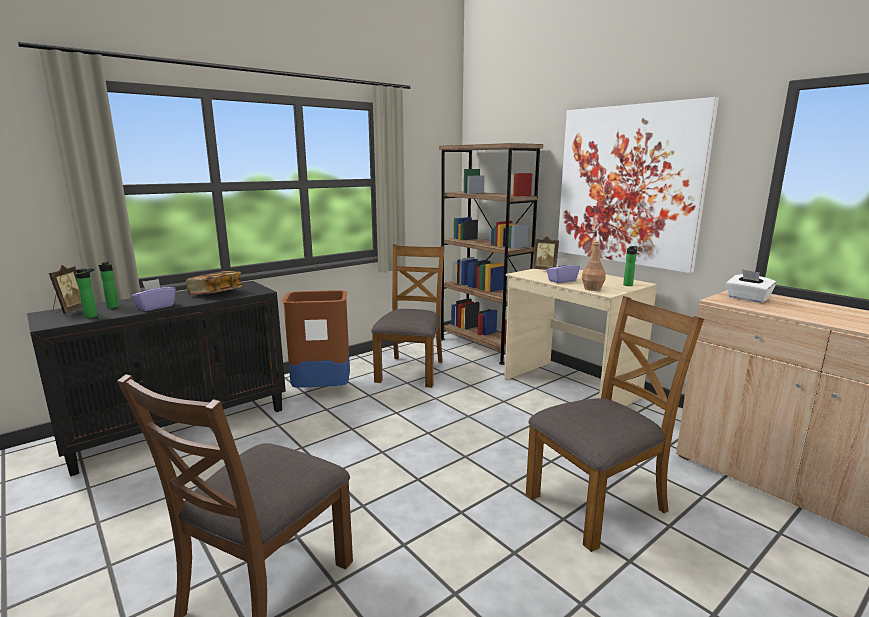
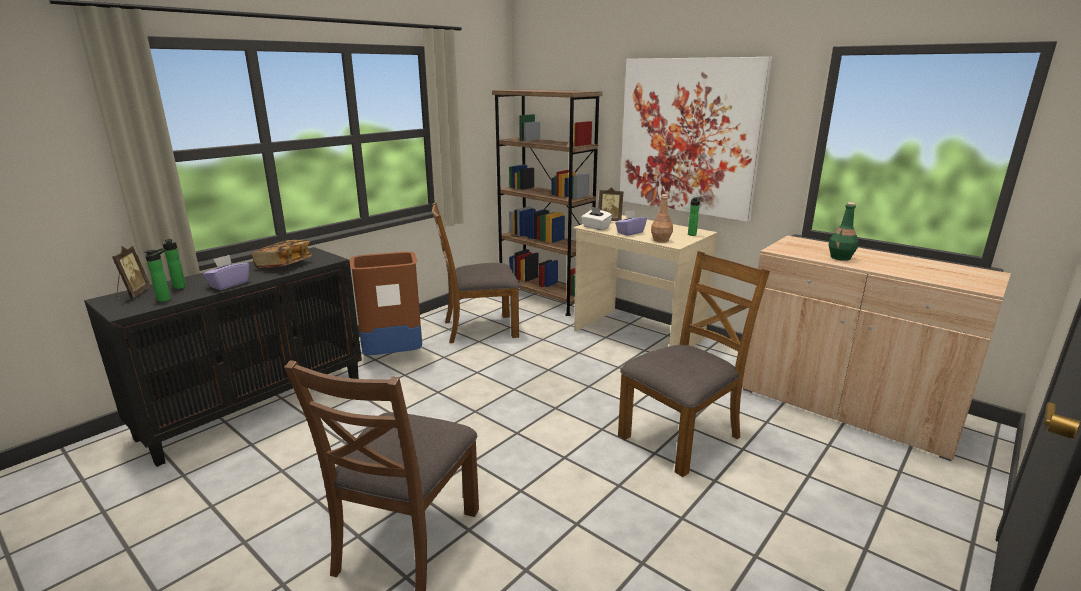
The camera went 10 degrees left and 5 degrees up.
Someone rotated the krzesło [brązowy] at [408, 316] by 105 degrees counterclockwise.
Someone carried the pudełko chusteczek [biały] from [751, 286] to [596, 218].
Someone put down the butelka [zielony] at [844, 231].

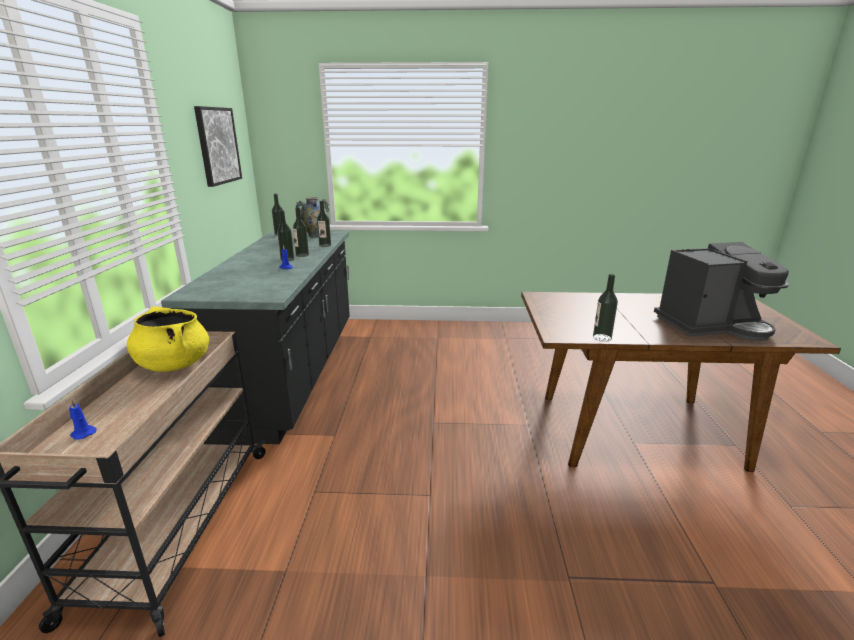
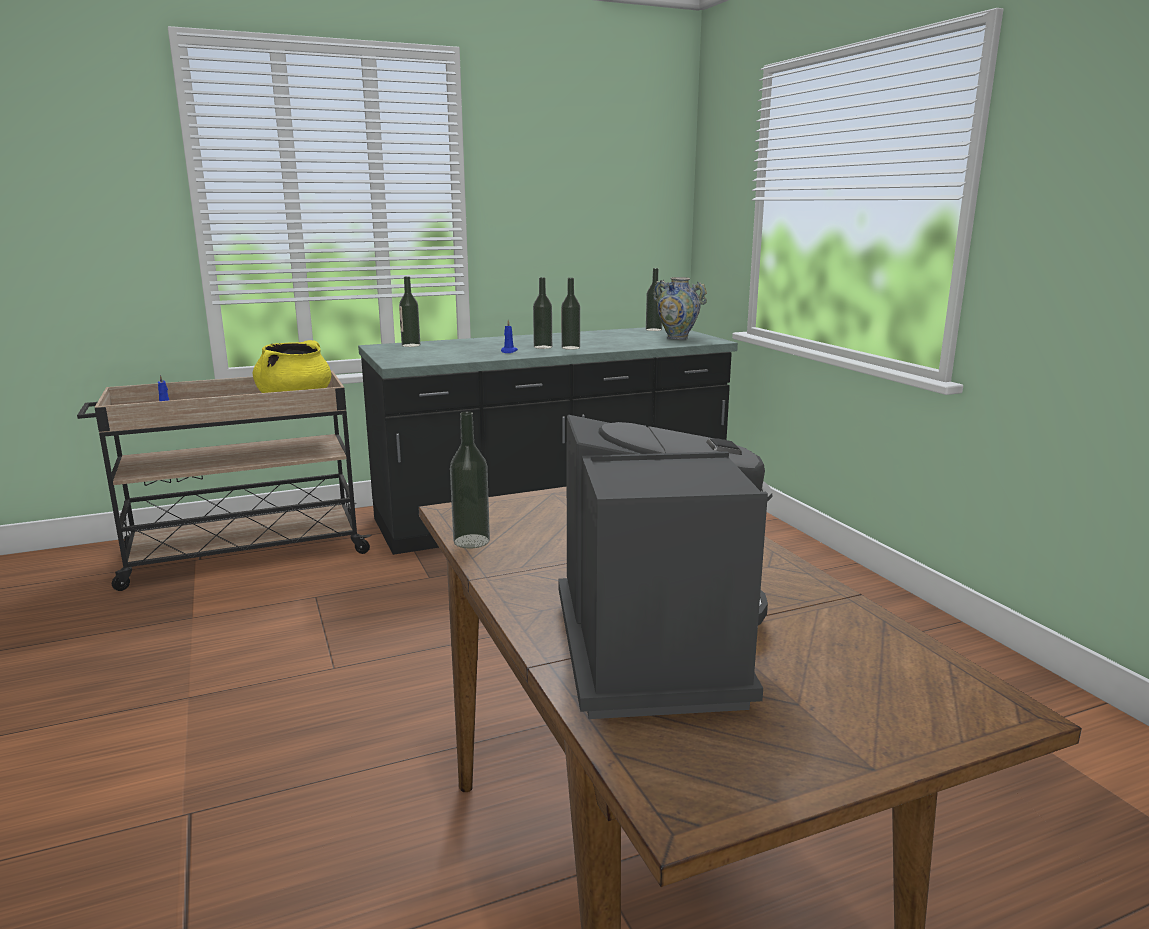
The camera went 65 degrees right and 5 degrees down.
Someone took away the obraz at [218, 146].
Someone carried the butelka from [324, 224] to [409, 311].
Someone rotated the ekspres do kawy at [721, 291] by 150 degrees counterclockwise.

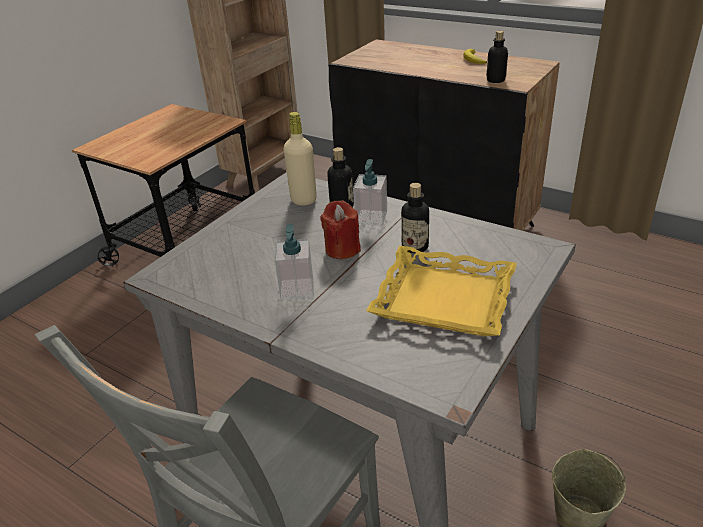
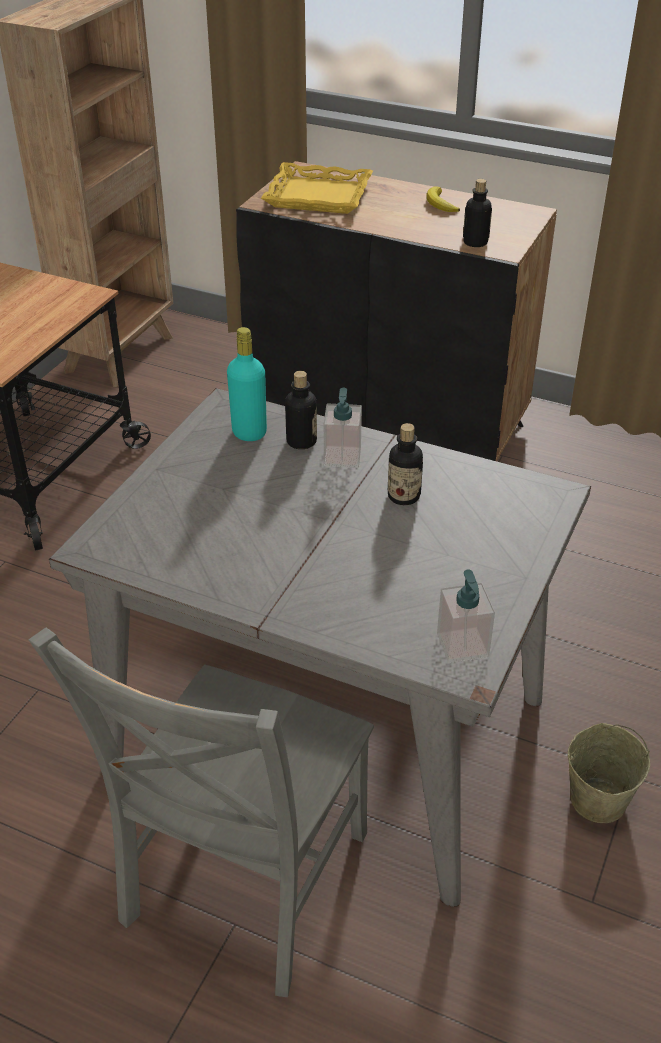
The camera went 10 degrees left and 5 degrees up.
Someone carried the dozownik mydła from [294, 262] to [466, 616].
Someone repainted the butelka [beżowy] at [300, 158], which became the butelka [turkusowy] at [247, 384].
Someone took away the świeca [czerwony] at [340, 229].
Someone carried the taca [żółty] from [441, 291] to [317, 188].

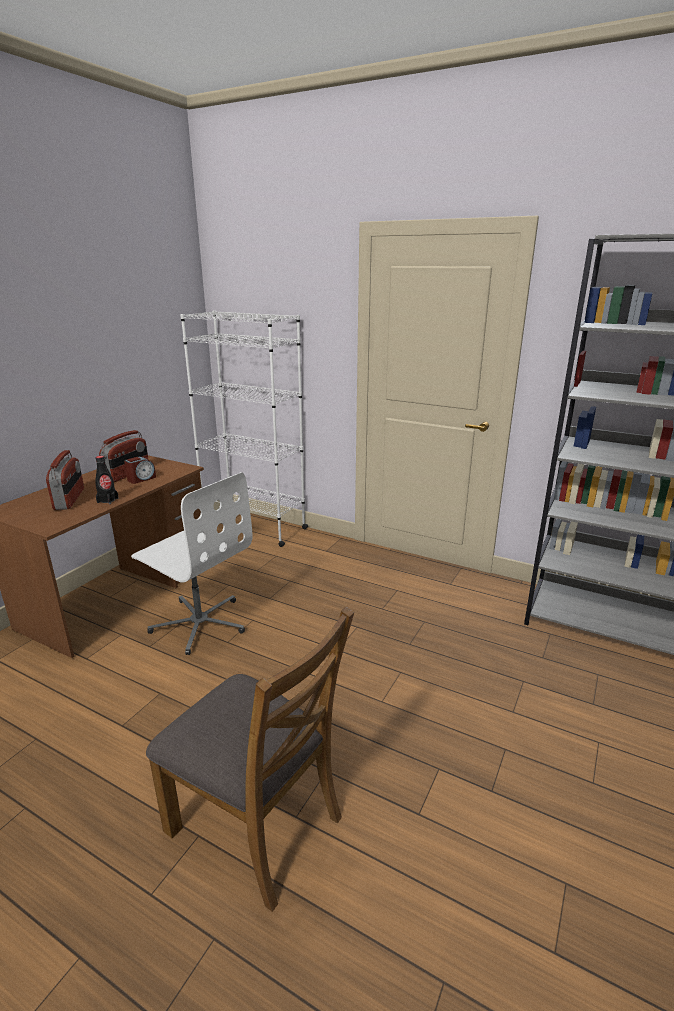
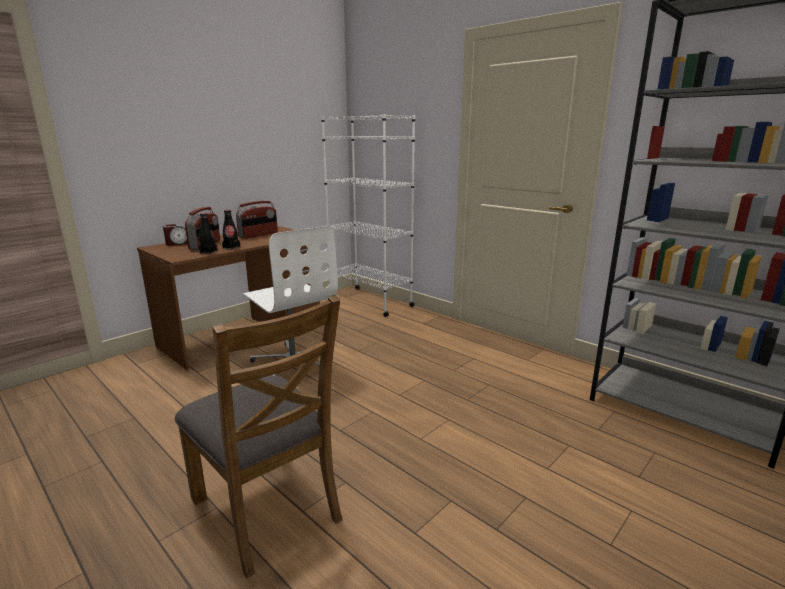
The camera went 15 degrees right and 5 degrees down.
Someone carried the budzik from [140, 470] to [175, 235].
Someone put down the butelka [czarny] at [208, 233].

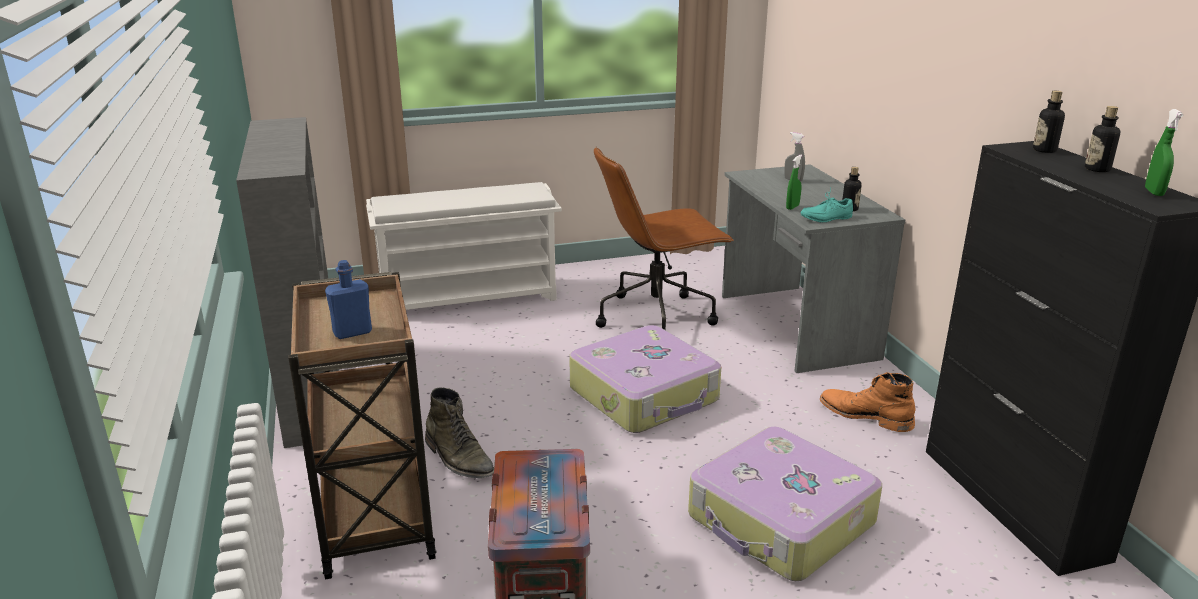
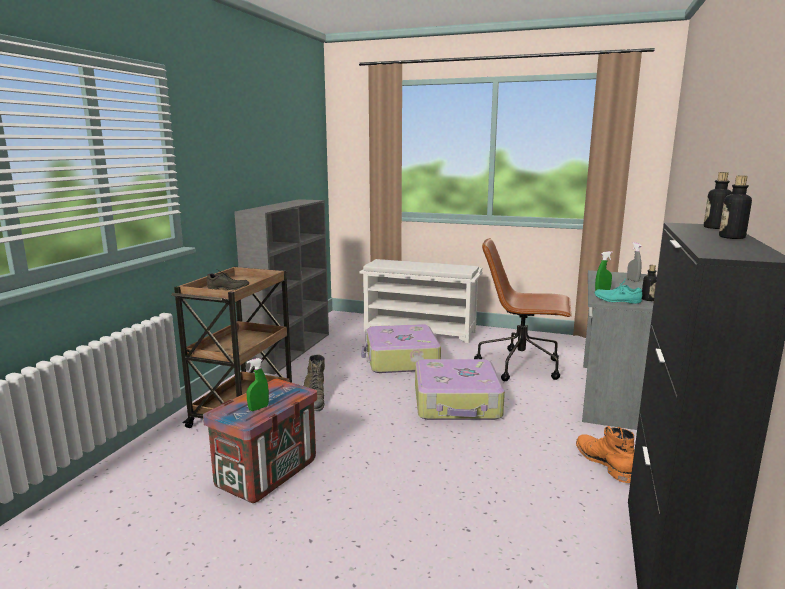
The camera went 35 degrees right and 10 degrees down.
Someone swapped the butelka [niebieski] at [348, 299] for the but [szary] at [228, 280].
Someone carried the walizka from [785, 504] to [401, 348].
Someone carried the spryskiwacz [zielony] from [1164, 152] to [258, 384].

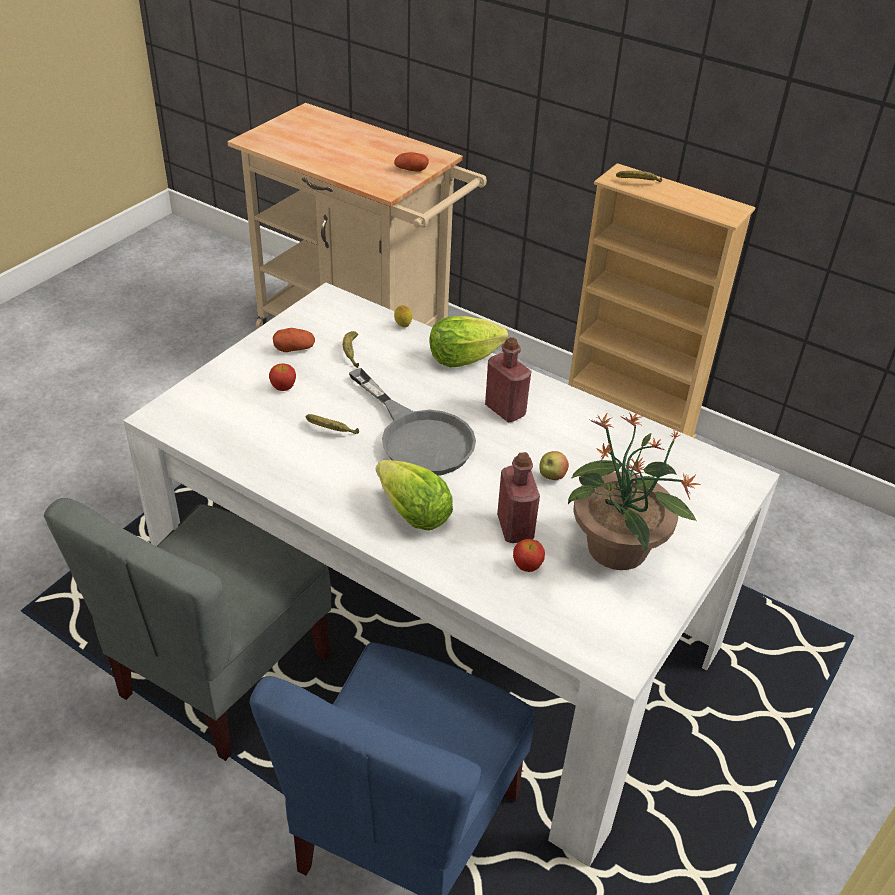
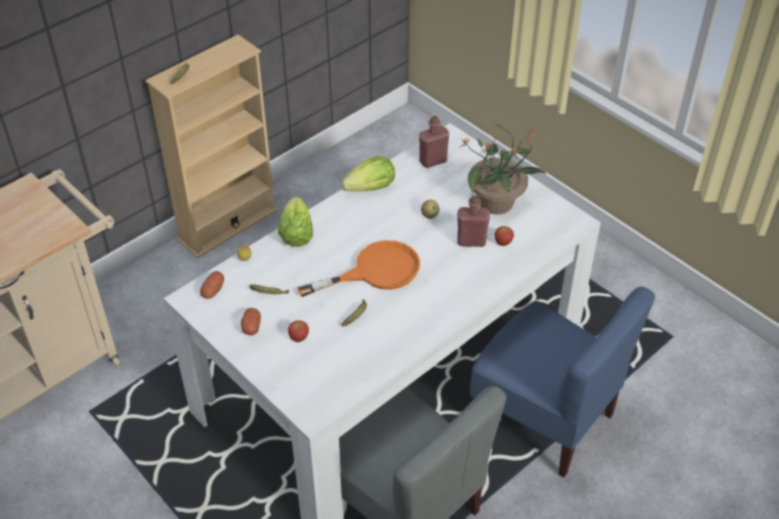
The camera went 75 degrees left and 5 degrees up.
Someone repainted the patelnia [szary] at [412, 422], which became the patelnia [pomarańczowy] at [358, 268].
Someone carried the sałata from [414, 495] to [368, 174].
Someone carried the ziemniak from [411, 162] to [212, 285].
Someone carried the butelka [czerwony] from [508, 379] to [434, 142].

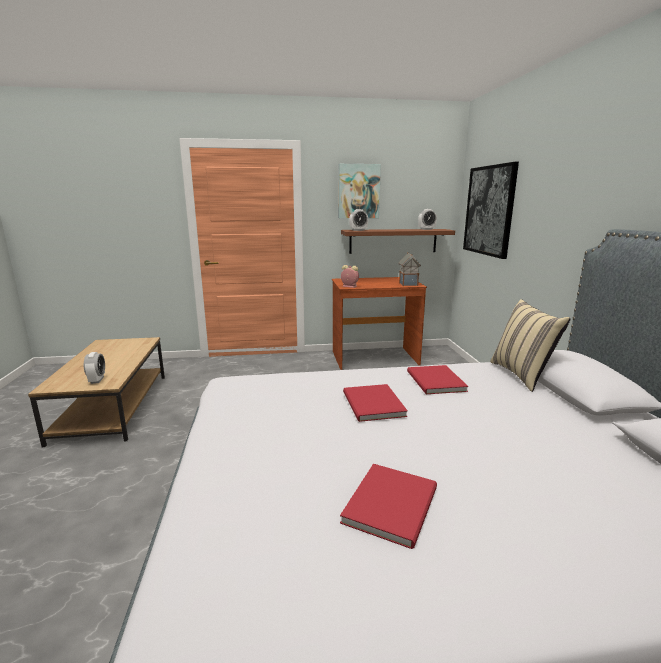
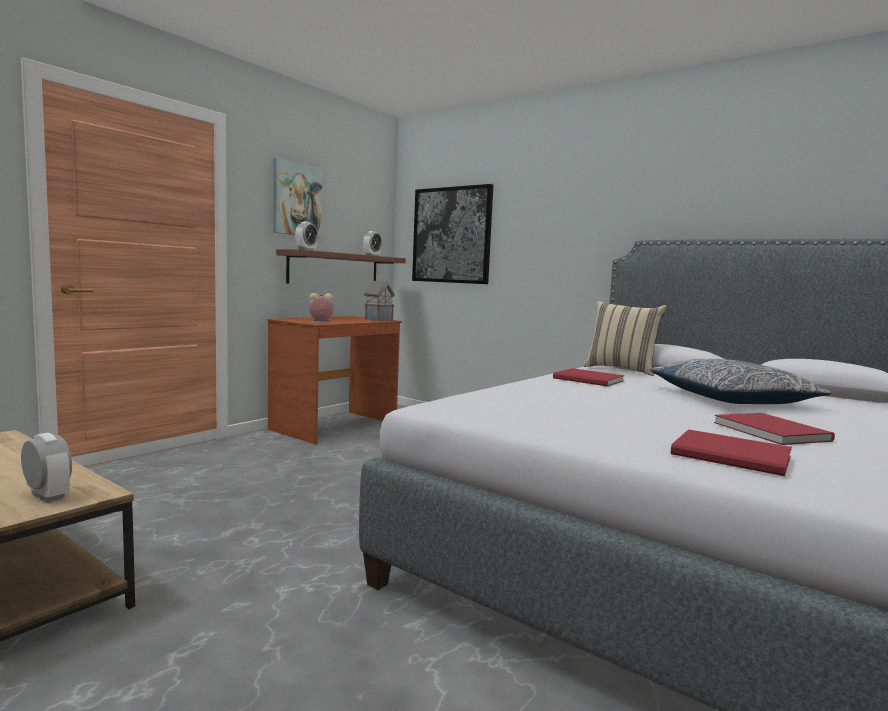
The camera went 45 degrees left and 10 degrees down.
Someone carried the książka [czerwony] from [375, 403] to [731, 452].
Someone put down the poduszka at [740, 381].

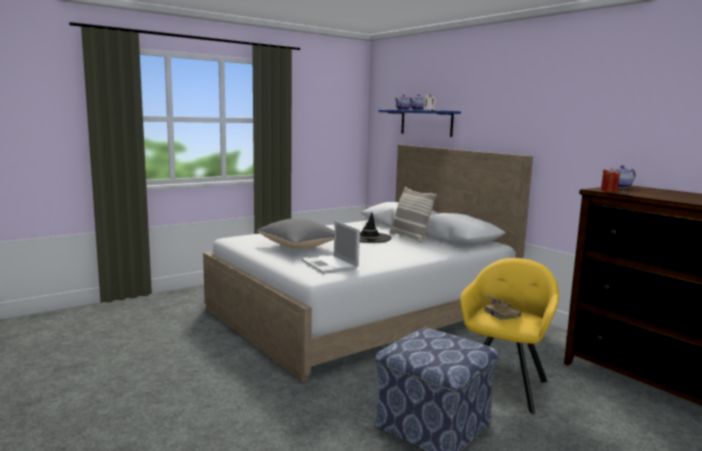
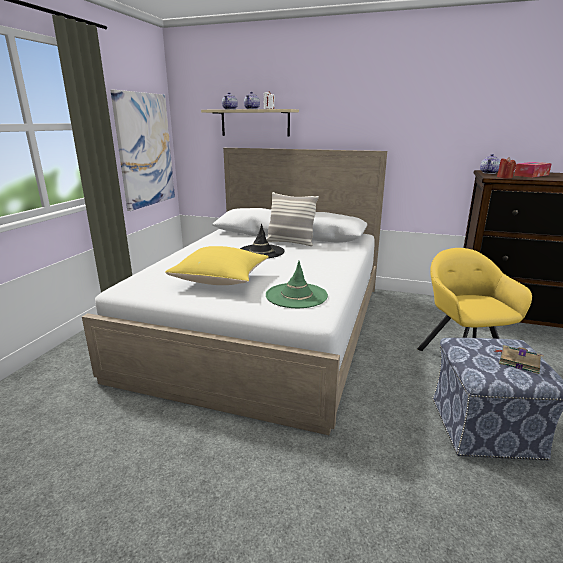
The camera went 35 degrees left and 10 degrees up.
Someone repainted the poduszka [szary] at [296, 233], which became the poduszka [żółty] at [217, 265].
Someone swapped the laptop at [331, 246] for the kapelusz [zielony] at [297, 284].
Someone repainted the półka [niebieski] at [419, 123], which became the półka [beżowy] at [250, 123].
Someone carried the książka from [502, 307] to [519, 359].
Someone put up the obraz at [142, 150].
Someone put down the pudełko chusteczek at [533, 170].

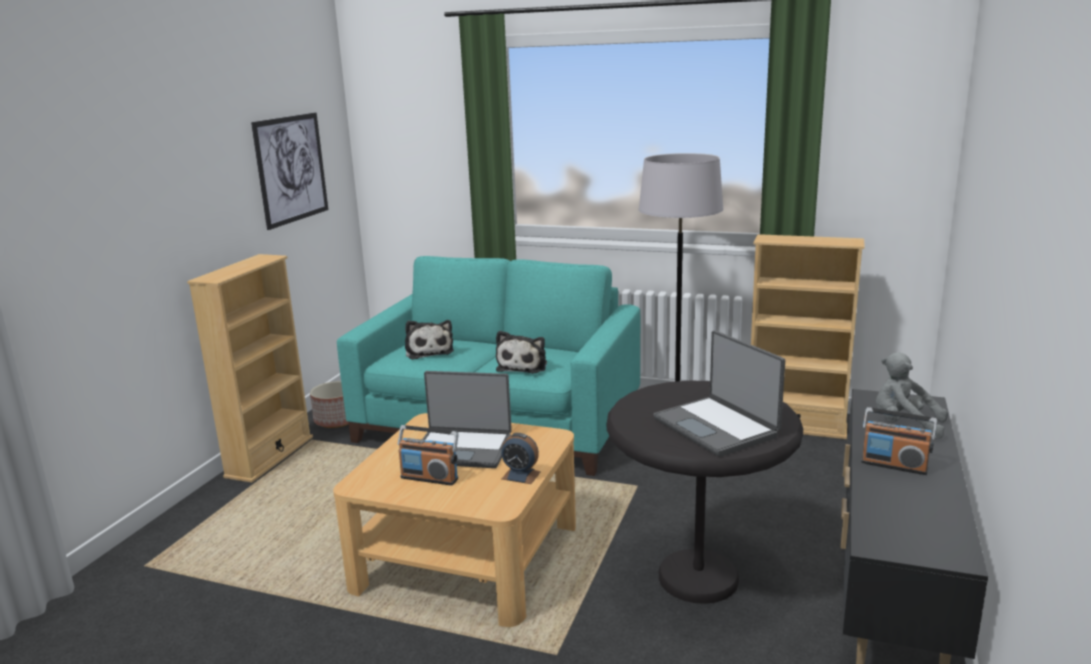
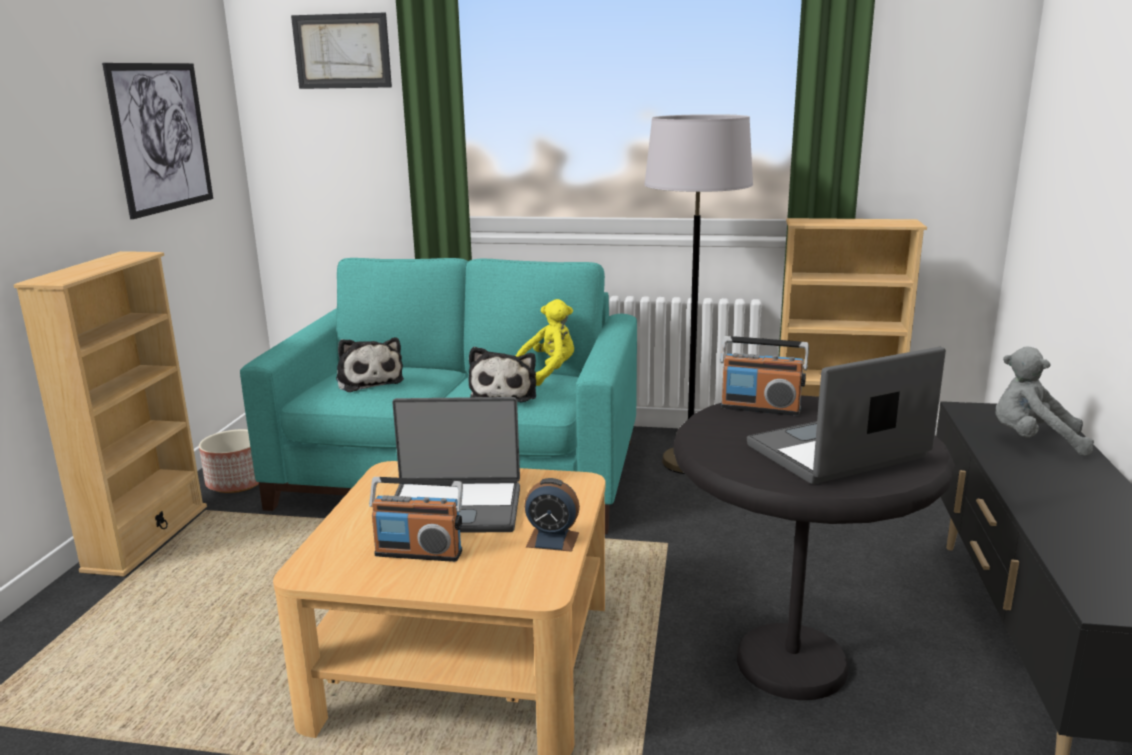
The camera went 10 degrees left and 0 degrees up.
Someone rotated the laptop at [719, 393] by 105 degrees clockwise.
Someone carried the radio from [899, 441] to [764, 376].
Someone put up the obraz at [341, 51].
Someone put down the pluszak [żółty] at [545, 342].

